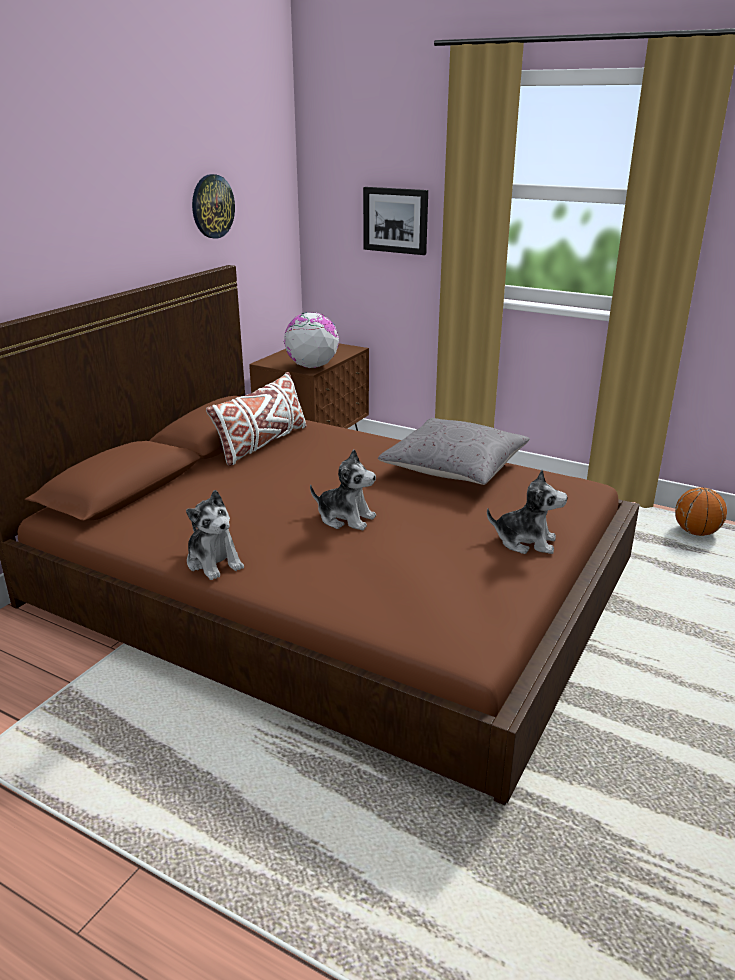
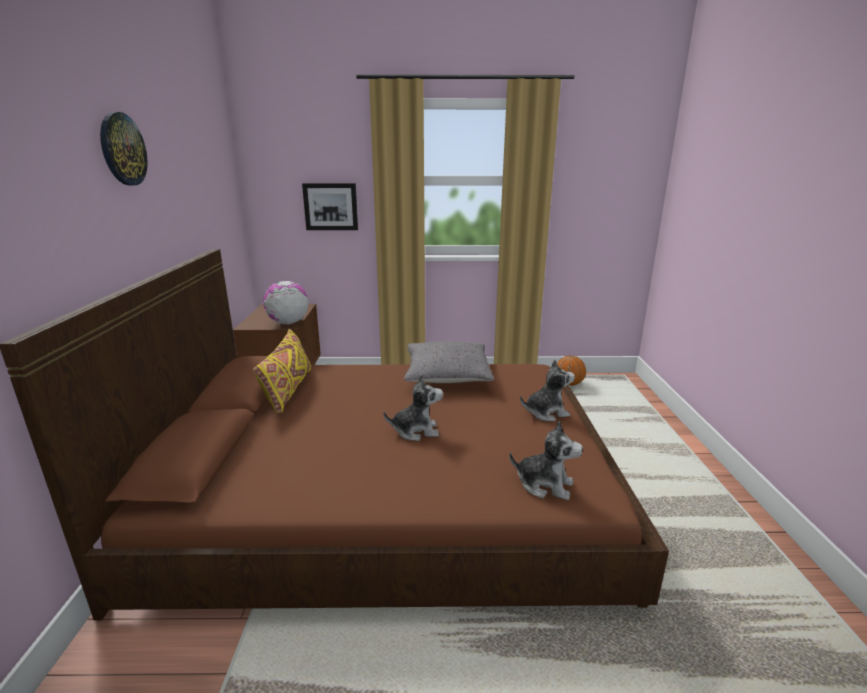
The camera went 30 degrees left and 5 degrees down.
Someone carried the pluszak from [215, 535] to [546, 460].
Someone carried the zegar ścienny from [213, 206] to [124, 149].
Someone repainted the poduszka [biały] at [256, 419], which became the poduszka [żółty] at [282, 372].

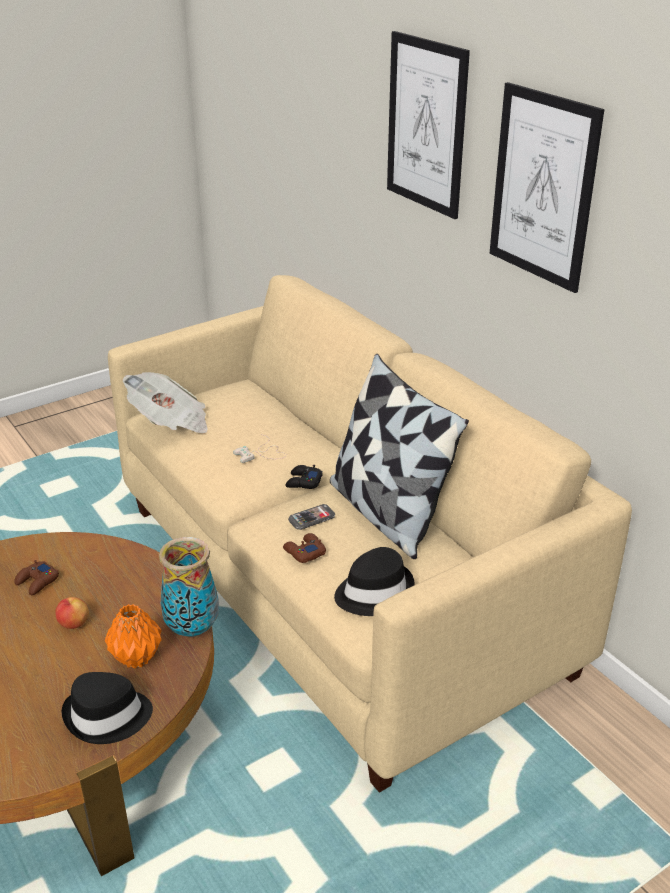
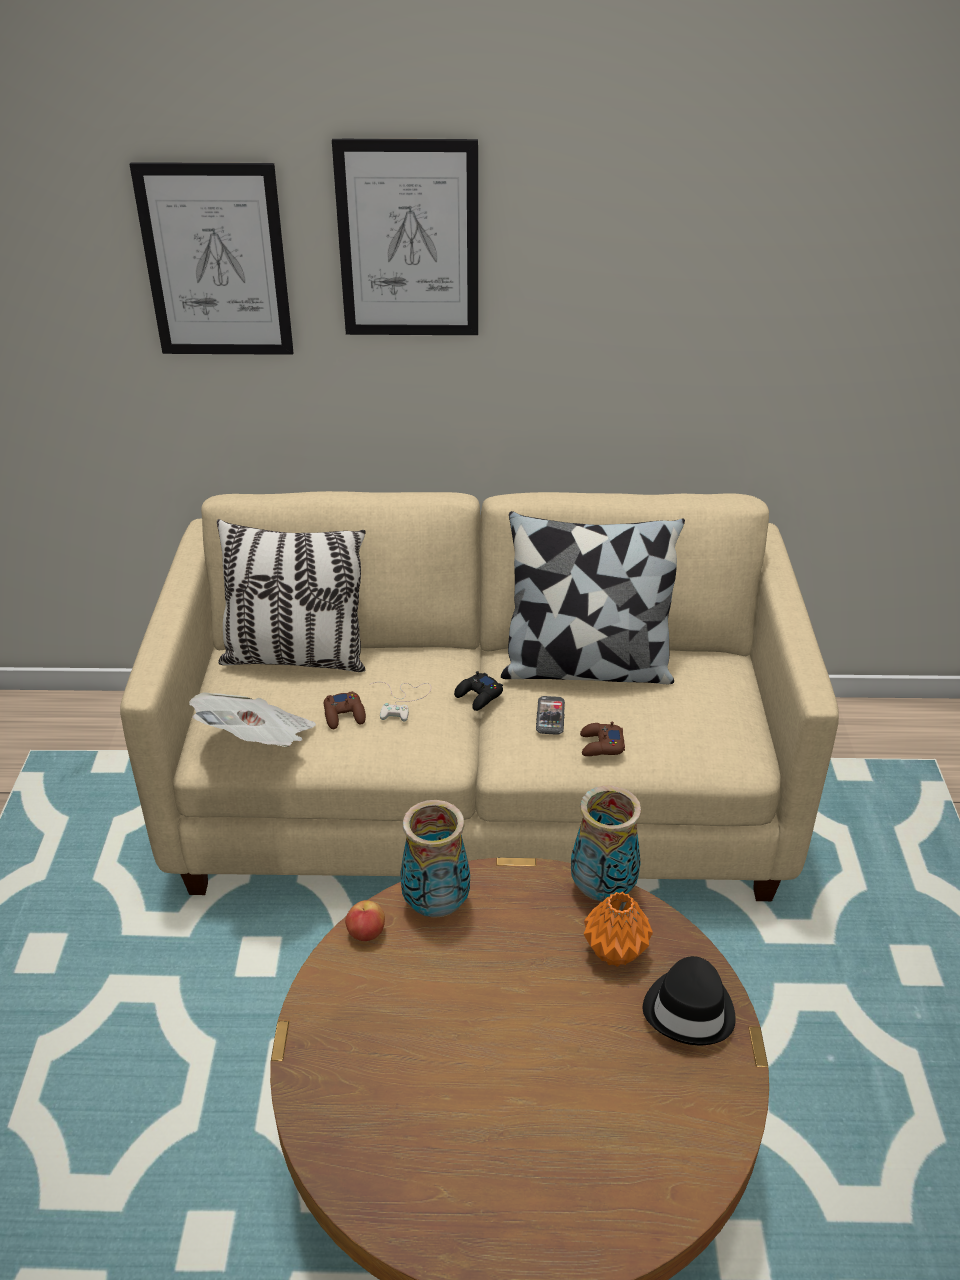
The camera went 55 degrees left and 5 degrees up.
Someone carried the pad do gier [brązowy] from [36, 577] to [345, 710].
Someone carried the jabłko from [72, 613] to [365, 920].
Someone took away the kapelusz [czarny] at [374, 581].
Someone carried the obraz from [547, 187] to [211, 258].
Someone put down the poduszka at [291, 595].
Someone put down the wazon at [435, 859].

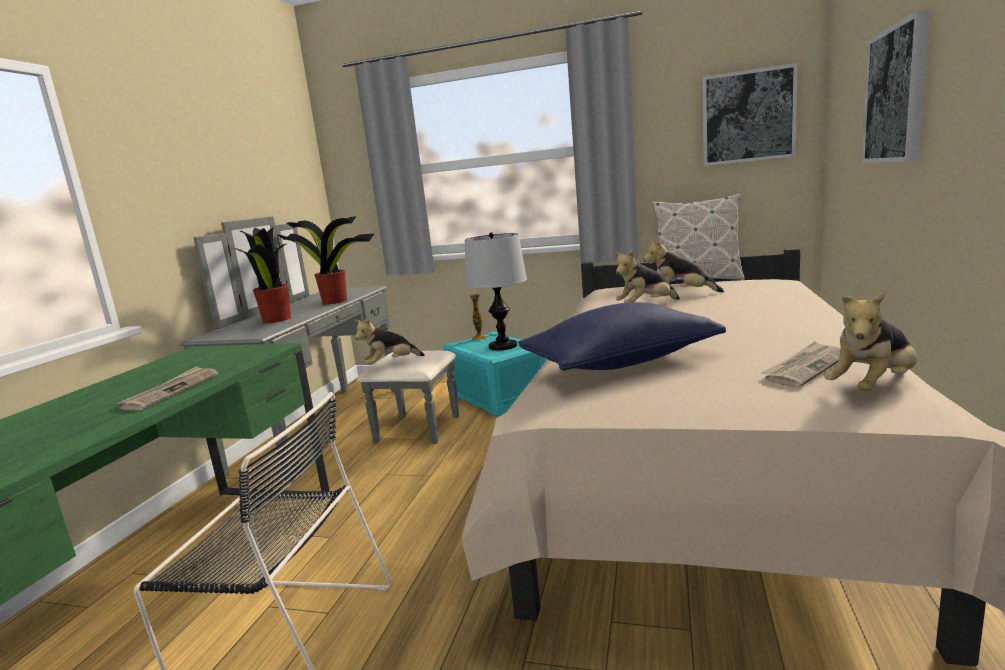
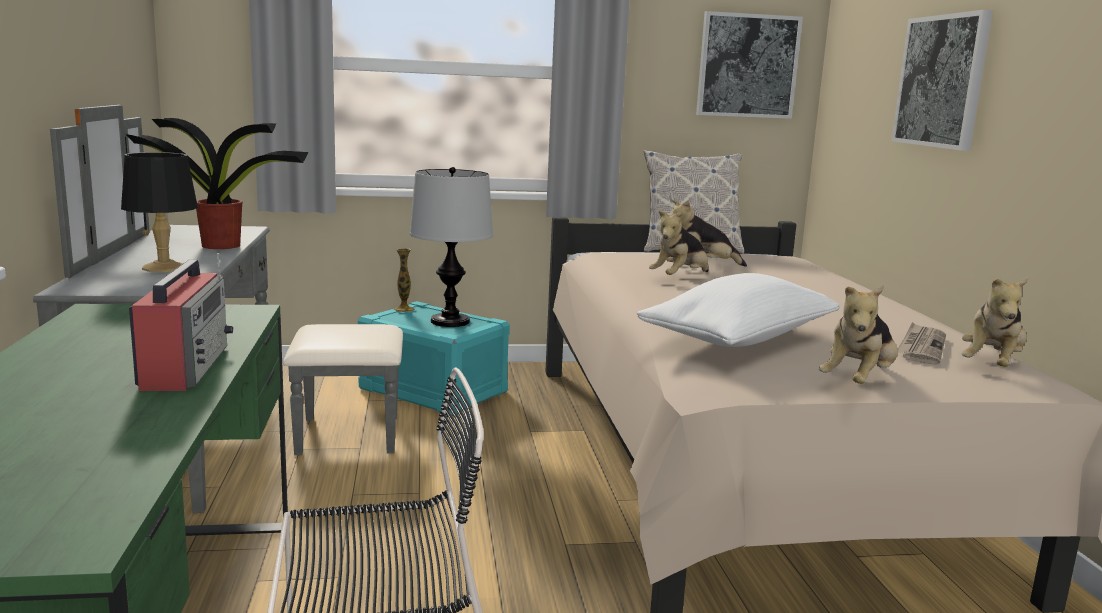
The camera went 25 degrees left and 0 degrees up.
Someone swapped the gazeta at [167, 388] for the radio at [181, 322].
Someone swapped the roślina doniczkowa at [262, 274] for the lampa stołowa [czarny] at [159, 212].
Someone carried the pluszak from [389, 341] to [858, 334].
Someone repainted the poduszka [niebieski] at [622, 336], which became the poduszka [biały] at [738, 310].

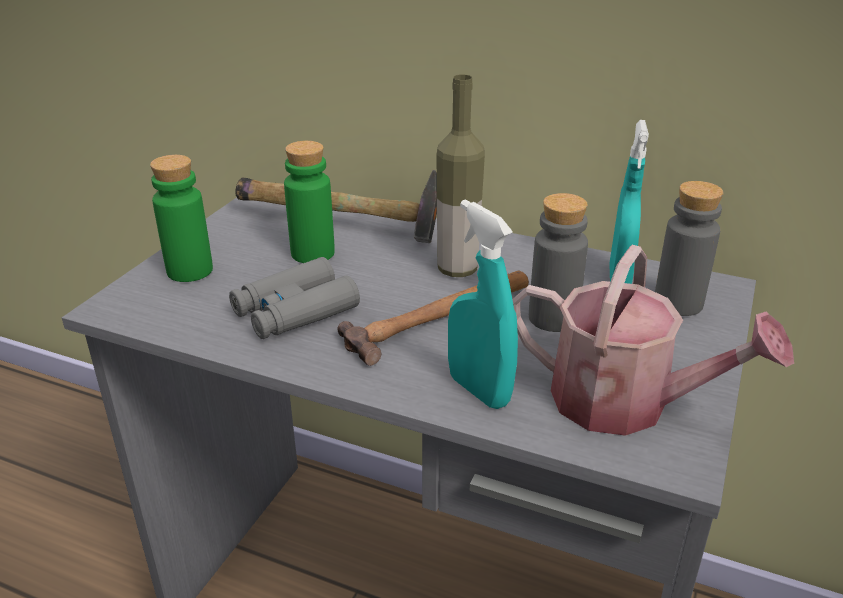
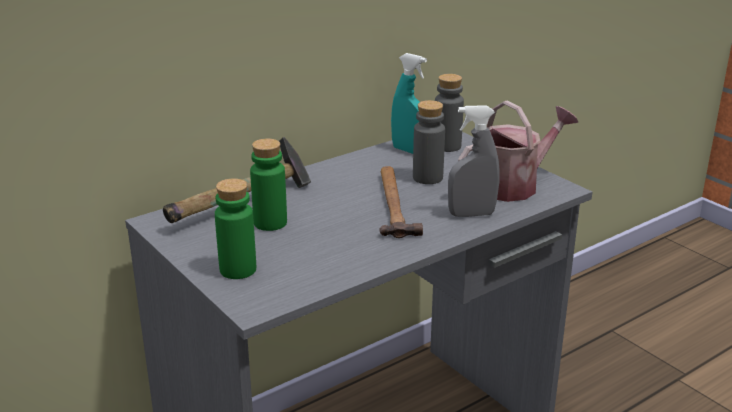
The camera went 60 degrees left and 5 degrees down.
Someone took away the lornetka [szary] at [294, 298].
Someone took away the butelka at [461, 175].
Someone repainted the spryskiwacz [turkusowy] at [483, 304], which became the spryskiwacz [szary] at [474, 161].

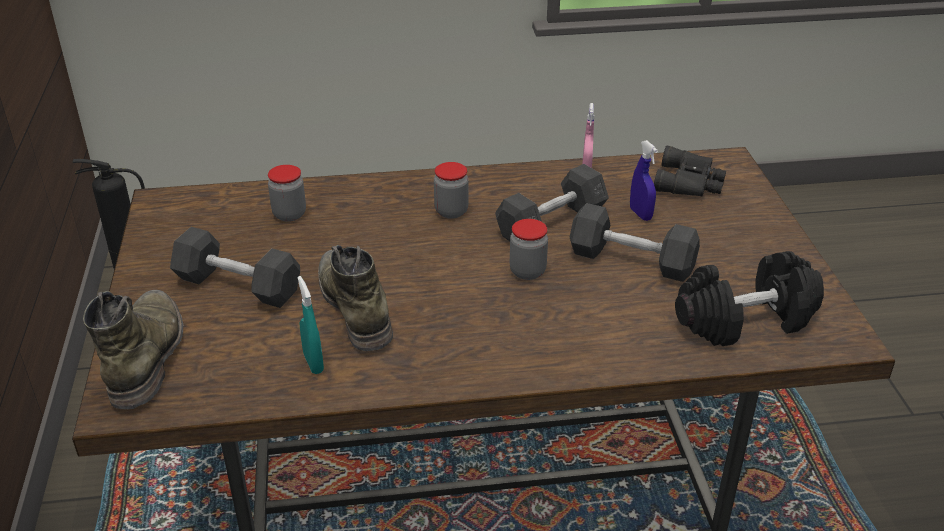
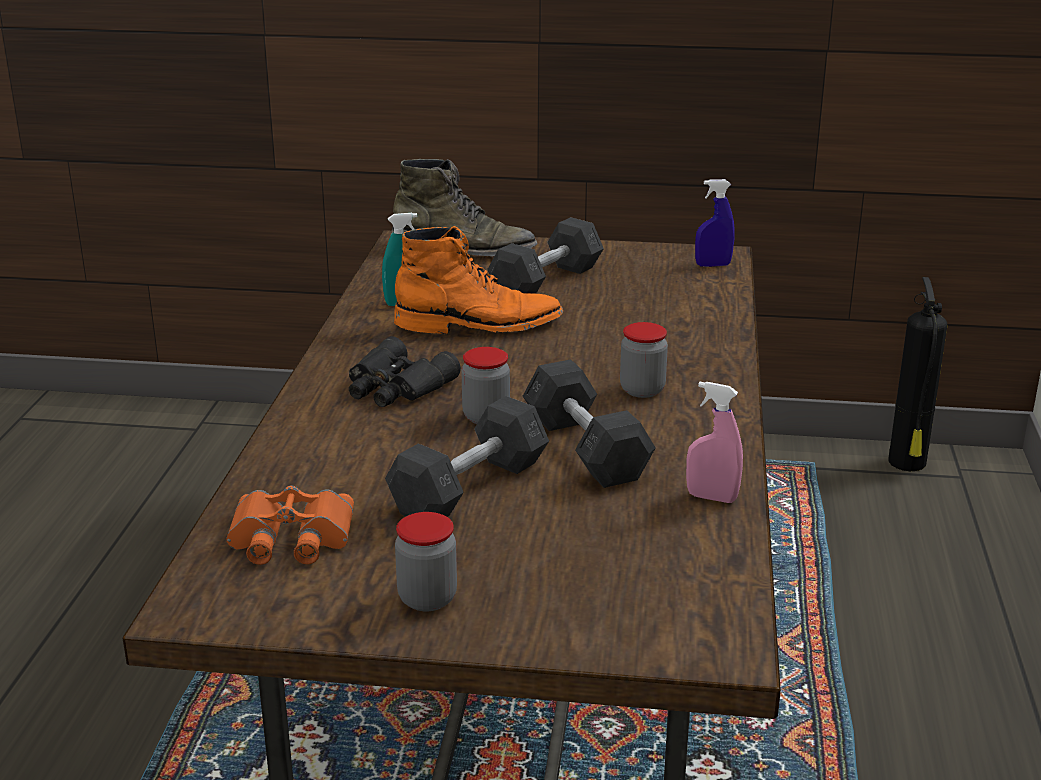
The camera went 105 degrees right and 10 degrees down.
Someone carried the słoik from [287, 193] to [426, 561].
Someone repainted the but z cholewką [zielony] at [355, 298], which became the but z cholewką [pomarańczowy] at [478, 280].
Someone carried the spryskiwacz [niebieski] from [644, 180] to [715, 223].
Someone carried the lornetka [czarny] from [690, 171] to [405, 371].
Someone swapped the hantel [czarny] at [749, 298] for the lornetka [pomarańczowy] at [290, 525].

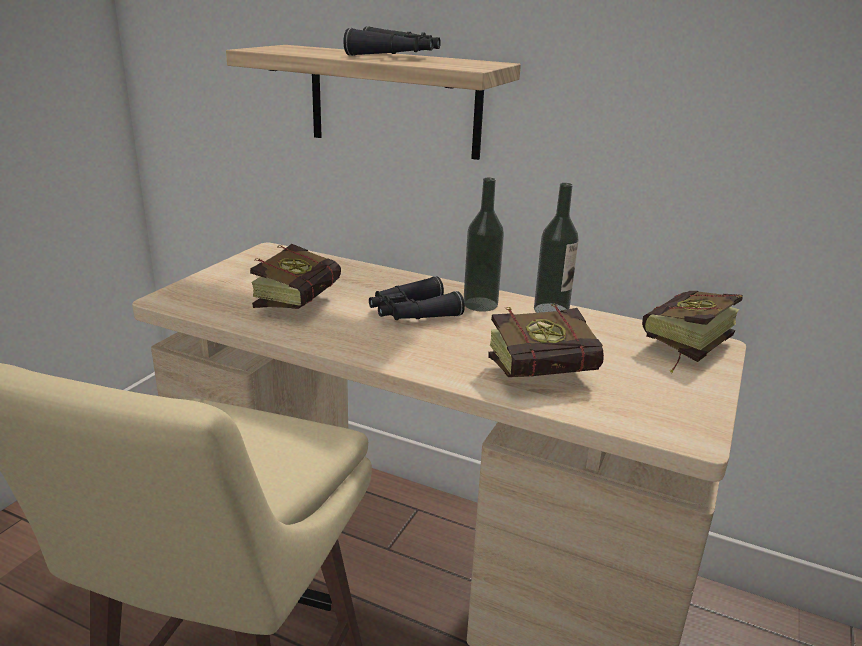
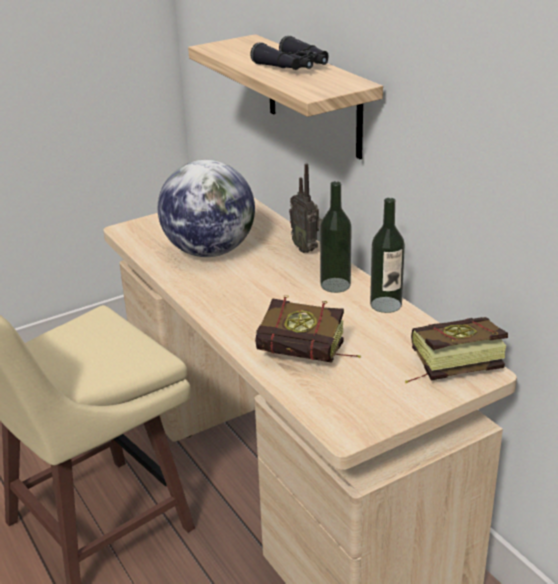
The camera went 35 degrees right and 5 degrees up.
Someone swapped the książka at [295, 276] for the globus at [206, 208].
Someone took away the lornetka [czarny] at [417, 298].
Someone put down the radio at [305, 208].

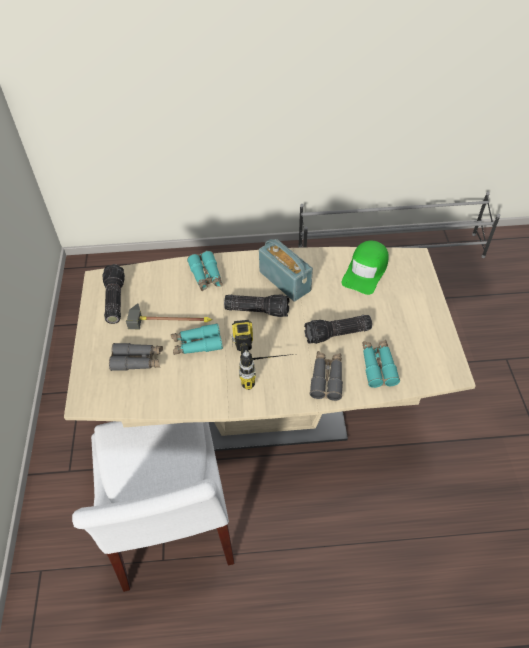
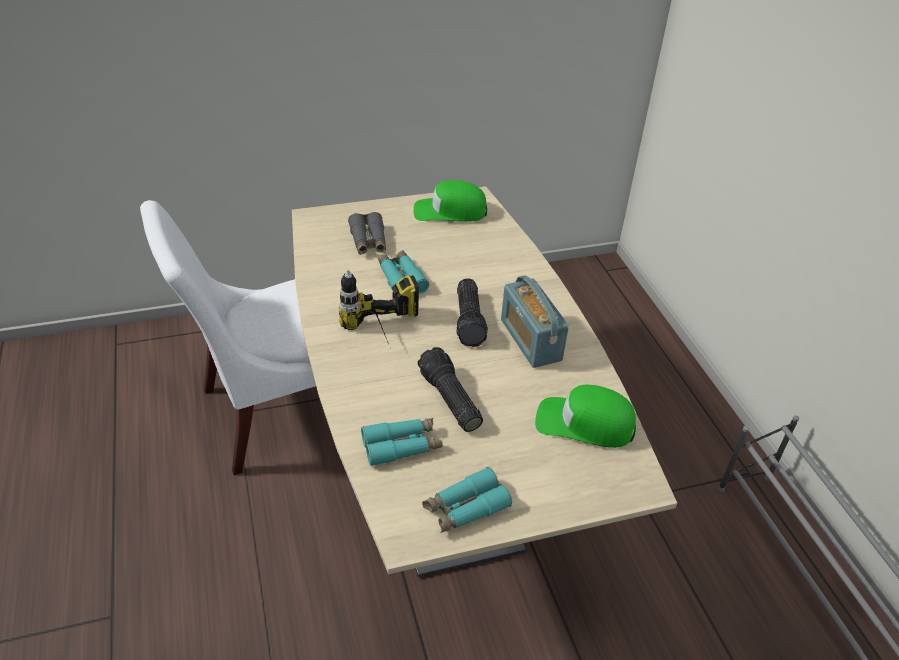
The camera went 75 degrees right and 10 degrees down.
Someone swapped the latarka at [113, 294] for the czapka z daszkiem [zielony] at [450, 201].
Someone took away the młotek at [169, 316].
Someone carried the lornetka [turkusowy] from [204, 271] to [467, 500].
Someone rotated the radio at [286, 270] by 120 degrees clockwise.
Someone took away the lornetka [szary] at [326, 376].

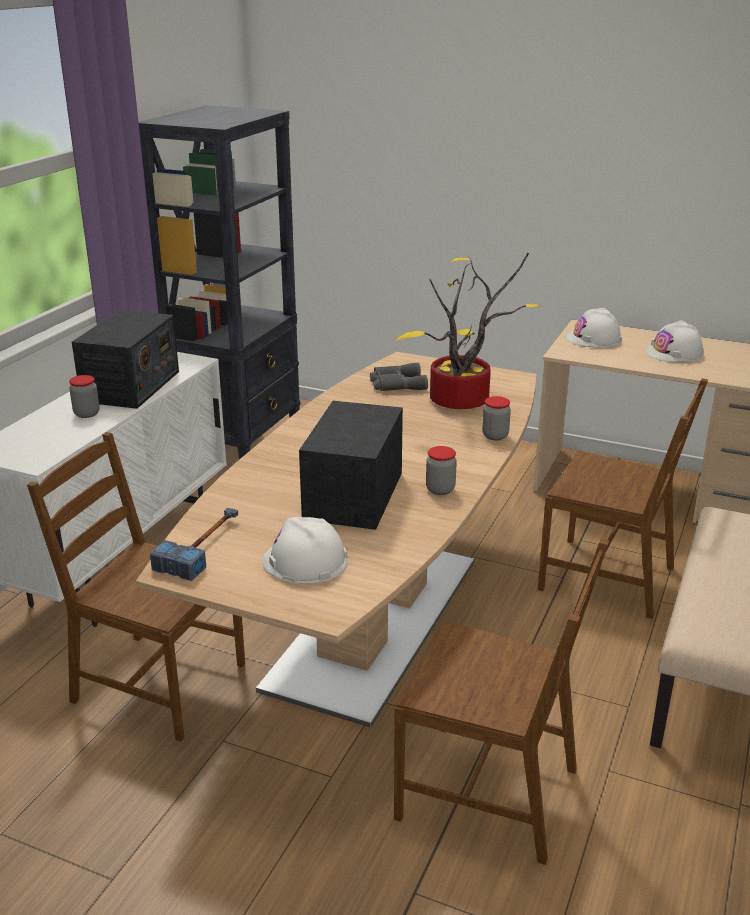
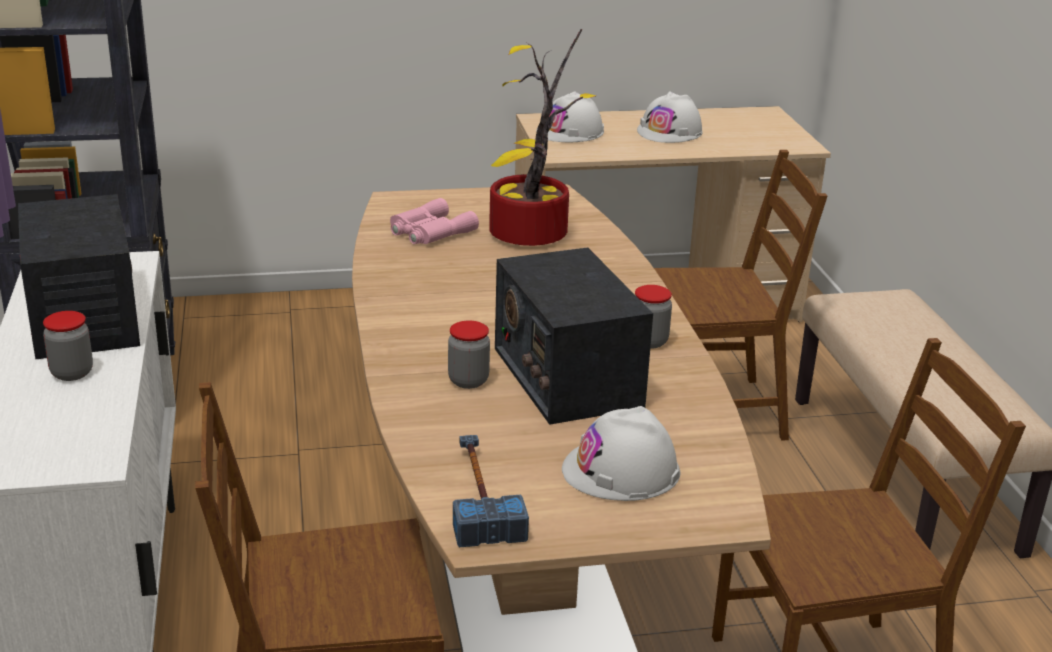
The camera went 35 degrees left and 0 degrees up.
Someone repainted the lornetka [szary] at [399, 377], which became the lornetka [różowy] at [434, 221].
Someone carried the słoik from [496, 418] to [469, 355].

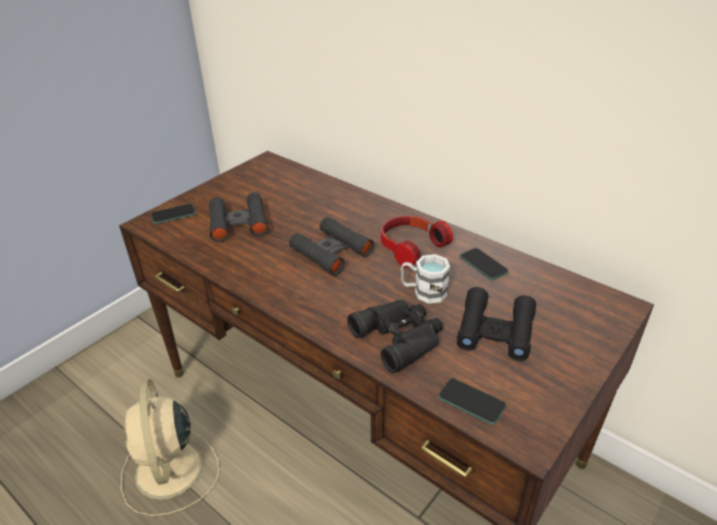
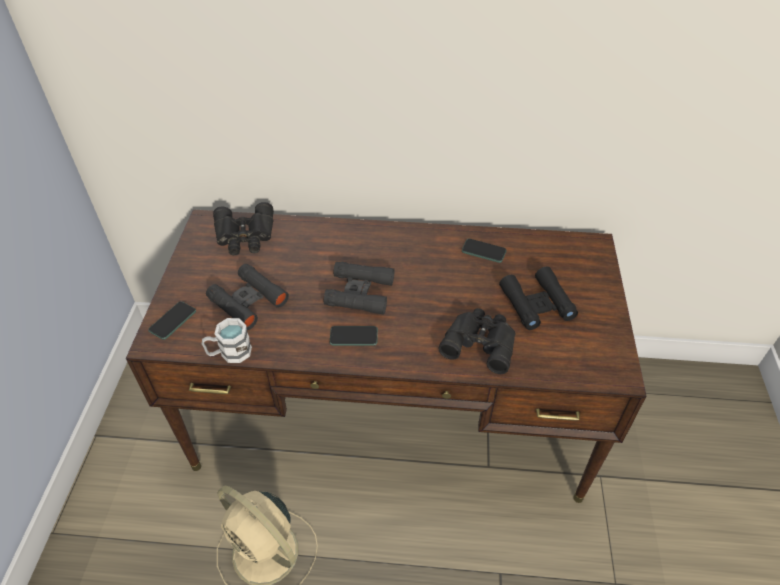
The camera went 35 degrees left and 10 degrees up.
Someone took away the słuchawki at [417, 242].
Someone carried the kubek [biały] from [425, 279] to [227, 340].
Someone carried the telefon from [472, 401] to [354, 336].
Someone put down the lornetka [czarny] at [243, 229].

